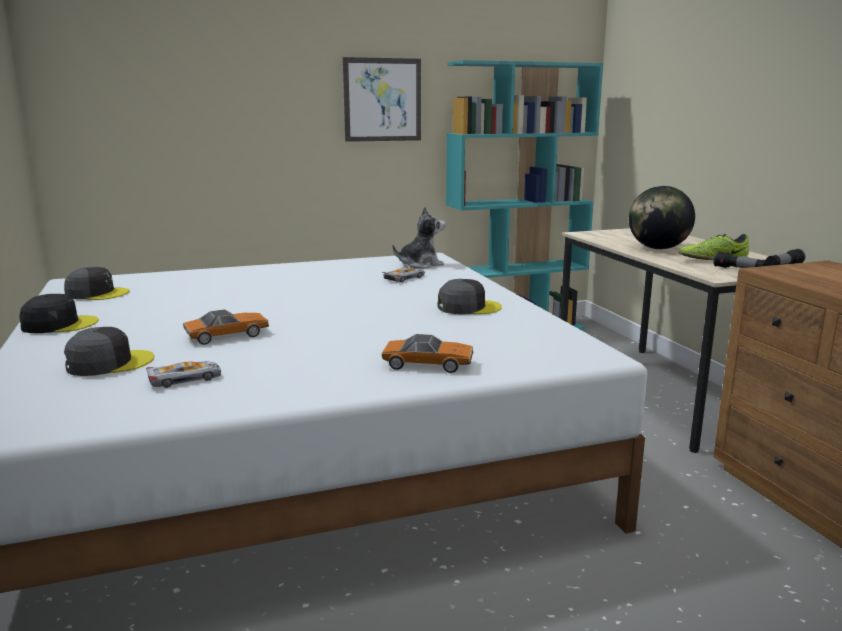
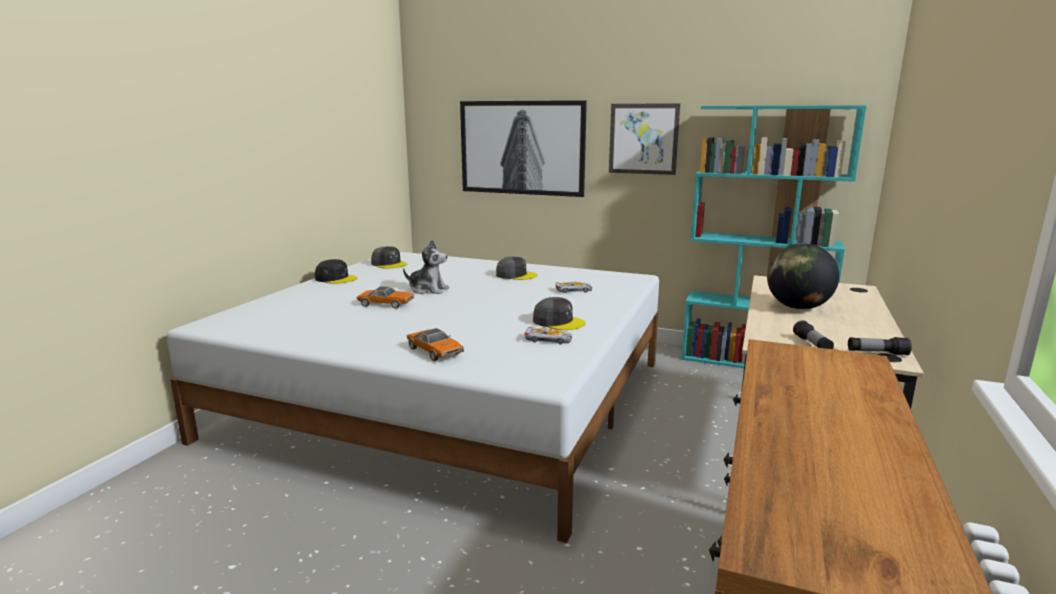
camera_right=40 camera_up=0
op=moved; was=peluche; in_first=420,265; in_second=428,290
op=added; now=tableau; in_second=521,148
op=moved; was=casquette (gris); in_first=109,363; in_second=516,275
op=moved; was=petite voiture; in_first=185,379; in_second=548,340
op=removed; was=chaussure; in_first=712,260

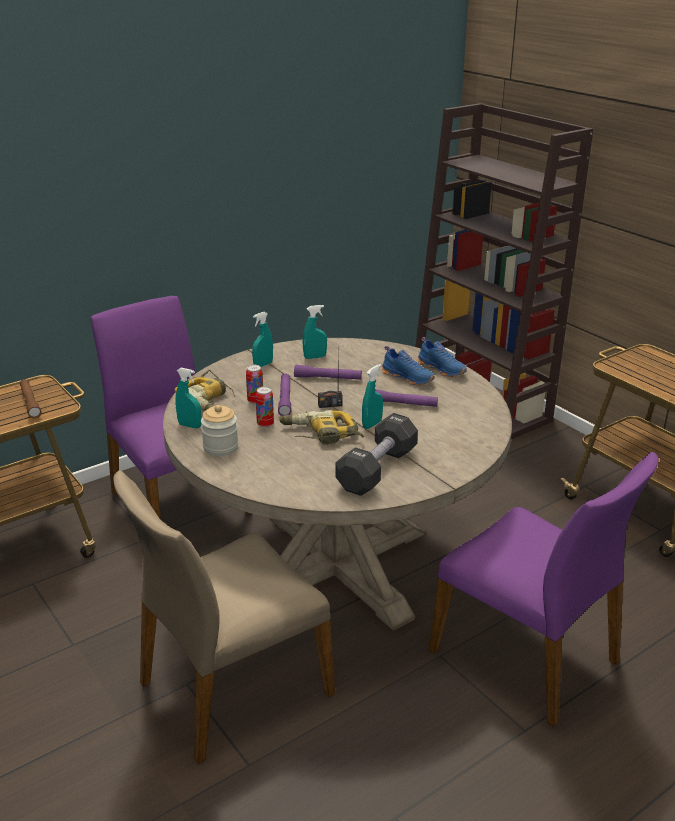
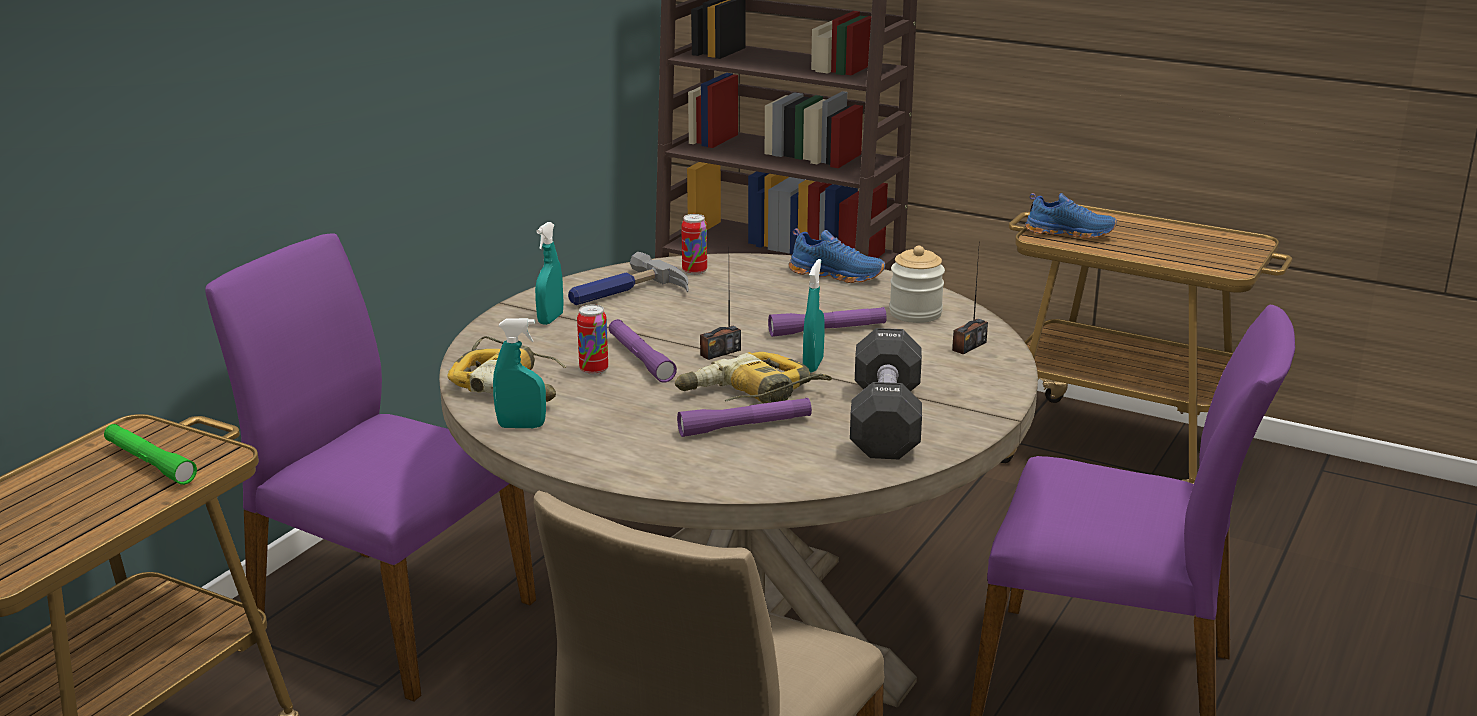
camera_right=-25 camera_up=-5
op=recoloured; was=lampe de poche (marron); now=lampe de poche (vert); in_first=30,403; in_second=150,463
op=replaced; was=vaporisateur (turquoise); now=marteau; in_first=315,357; in_second=624,294
op=moved; was=lampe de poche (violet); in_first=327,378; in_second=745,426
op=moved; was=boîte métallique; in_first=265,424; in_second=694,271
op=moved; was=bocal; in_first=220,447; in_second=915,313
op=added; now=radio; in_second=969,346
op=moved; was=chaussure (bleu); in_first=408,377; in_second=1069,232

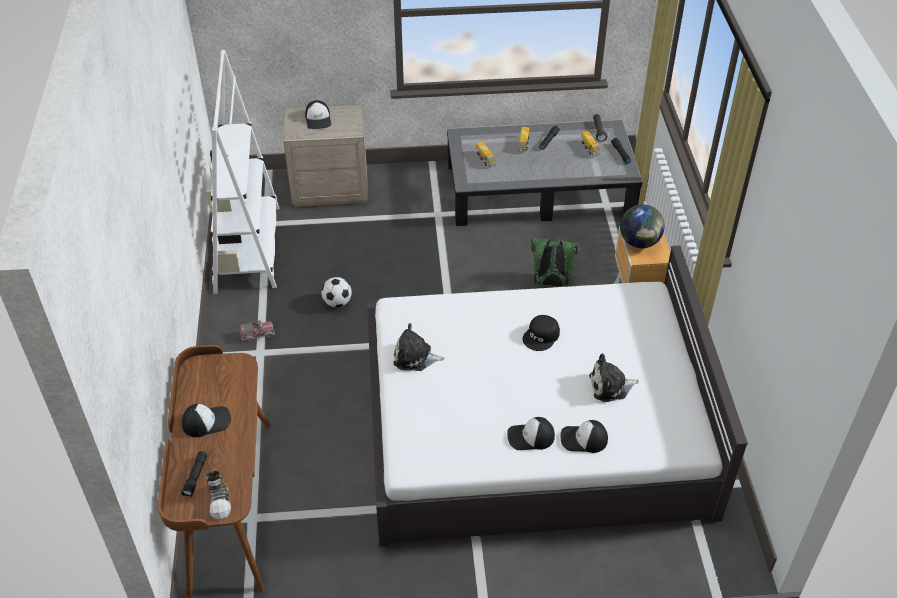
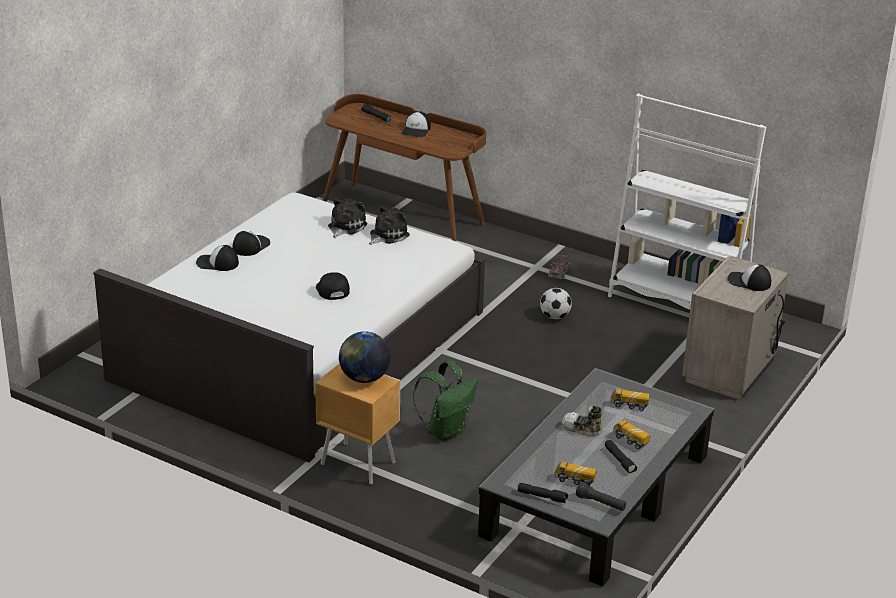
camera_right=125 camera_up=-15
op=turned; was=casquette; in_first=583,439; in_second=217,263; clockwise=-120
op=moved; was=peluche; in_first=610,386; in_second=345,226
op=moved; was=chaussure; in_first=220,502; in_second=581,429

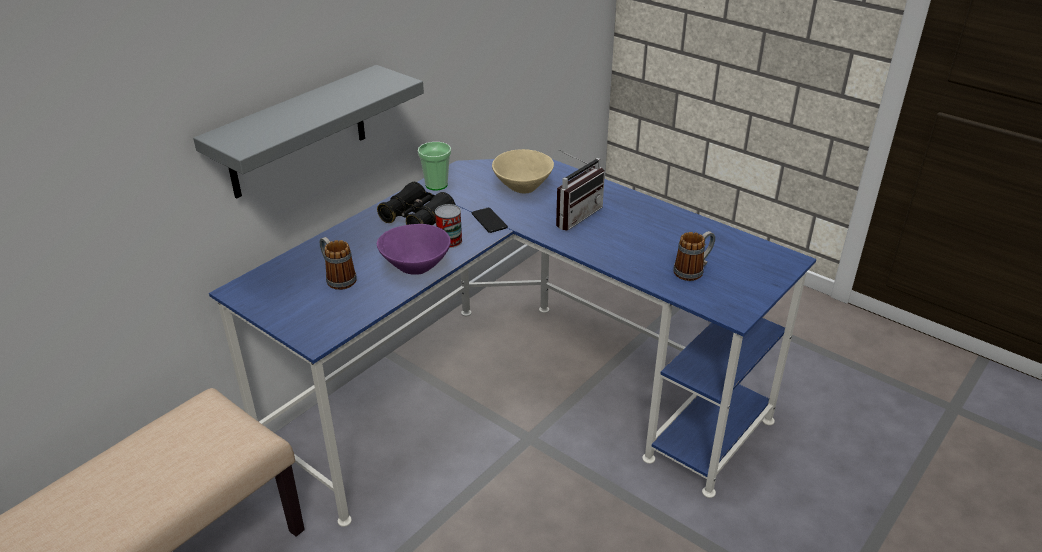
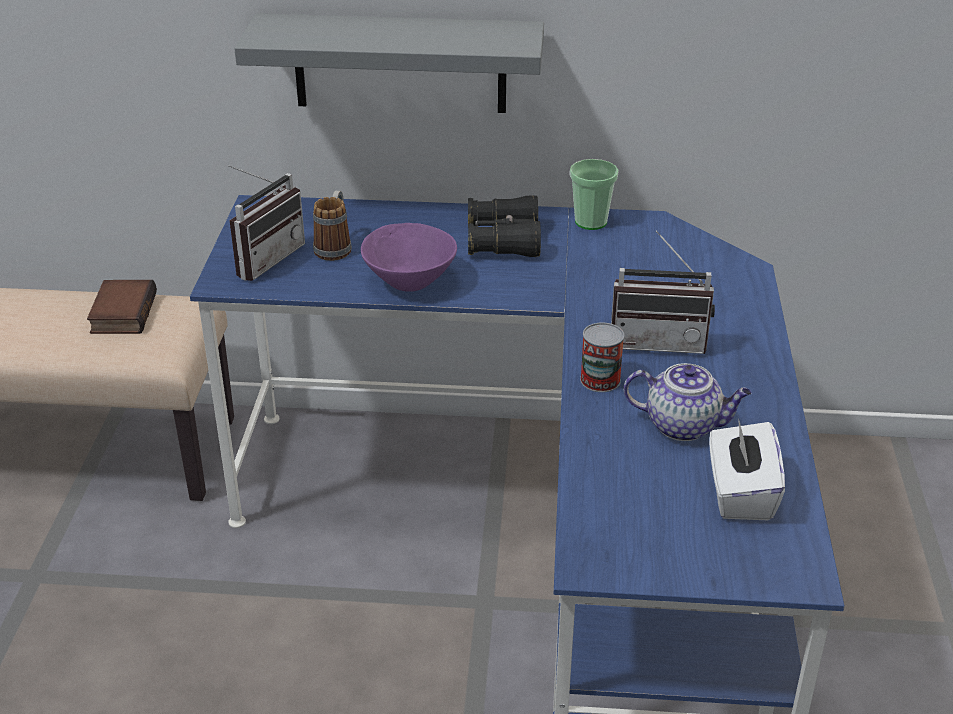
camera_right=55 camera_up=0
op=added; now=livre; in_second=121,313
op=added; now=radio; in_second=264,258
op=moved; was=boîte métallique; in_first=449,241; in_second=600,380
op=added; now=théière; in_second=684,425
op=added; now=boîte à mouchoirs (blanc); in_second=740,494
op=removed; was=téléphone; in_first=489,221
op=removed; was=bol (beige); in_first=522,187
op=removed; was=mug; in_first=693,271

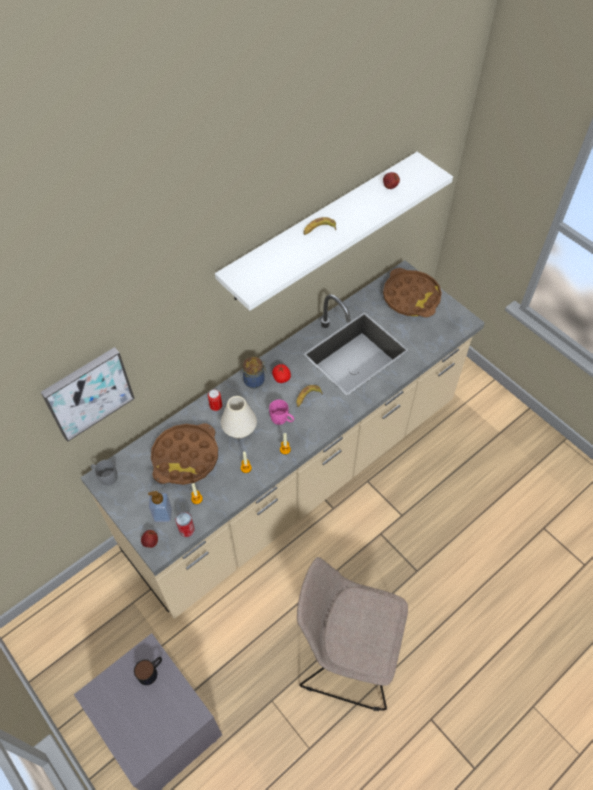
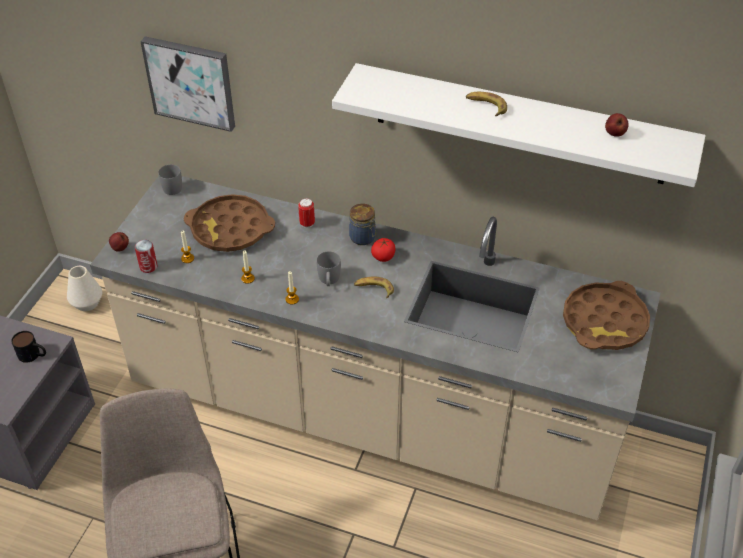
camera_right=60 camera_up=-10
op=moved; was=vase (blanc); in_first=239,428; in_second=87,303
op=recoloured; was=mug (rose); now=mug (gris); in_first=282,419; in_second=329,281
op=removed; was=distributeur de savon; in_first=163,514

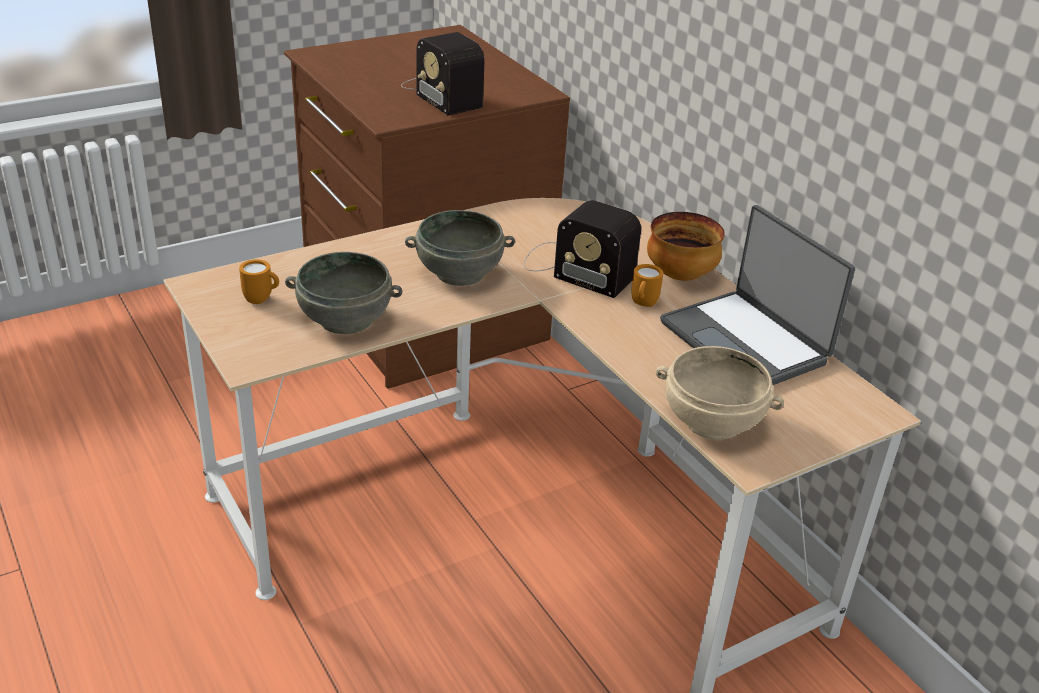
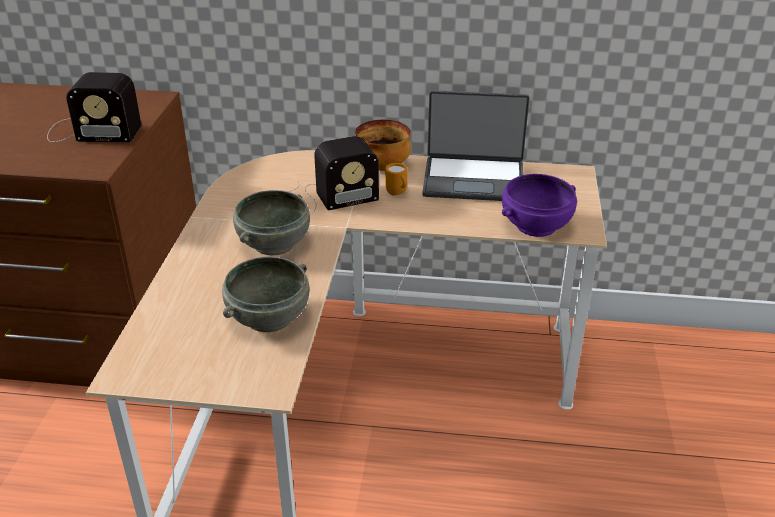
camera_right=-50 camera_up=0
op=recoloured; was=bol (beige); now=bol (violet); in_first=713,421; in_second=535,225
op=removed; was=mug (orange); in_first=262,300

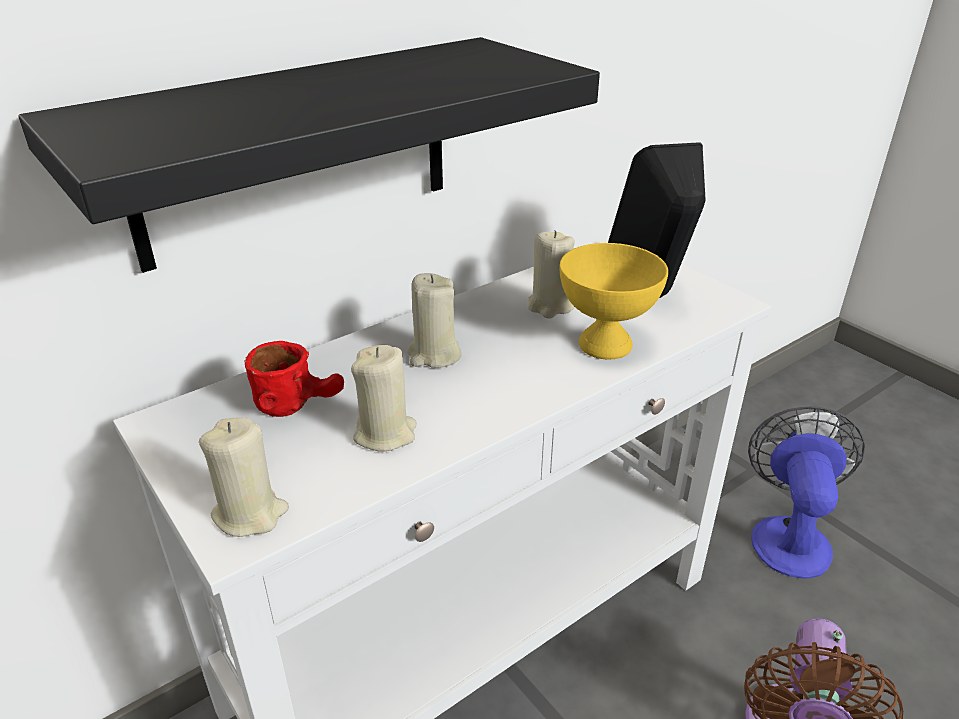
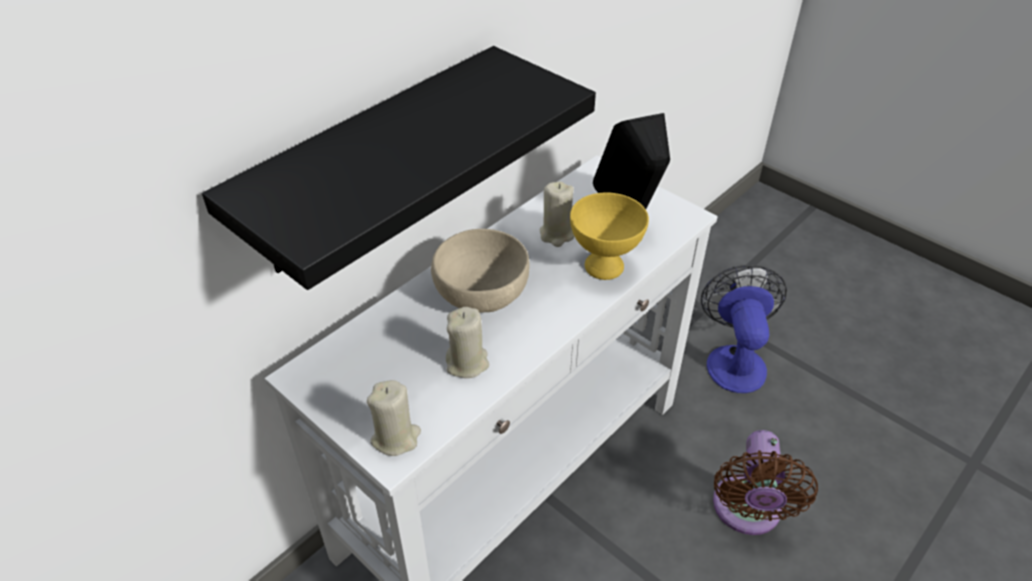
camera_right=-10 camera_up=10
op=replaced; was=bougie (beige); now=bol (beige); in_first=434,355; in_second=482,291
op=removed; was=mug (rouge); in_first=301,403

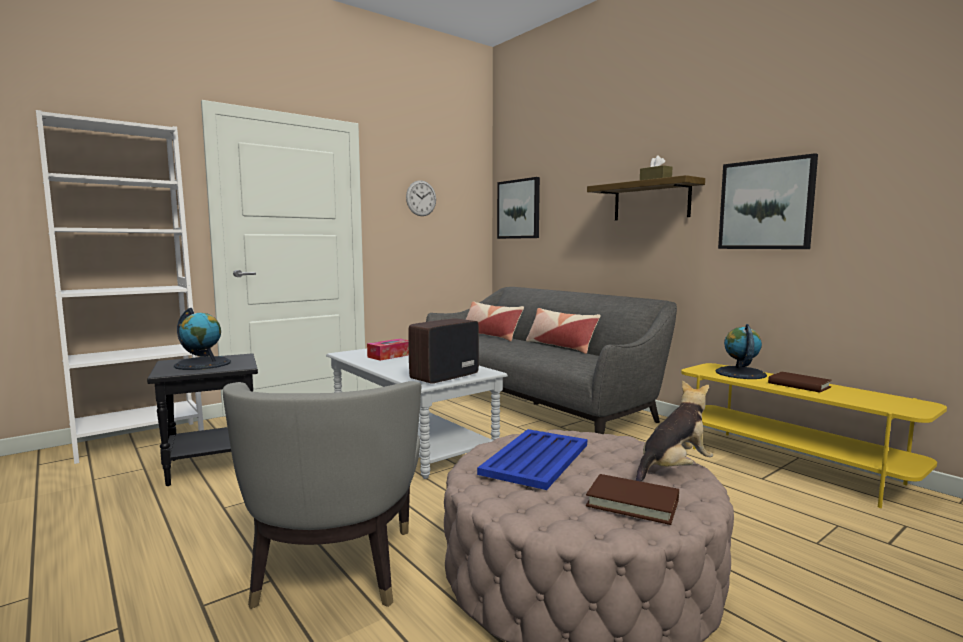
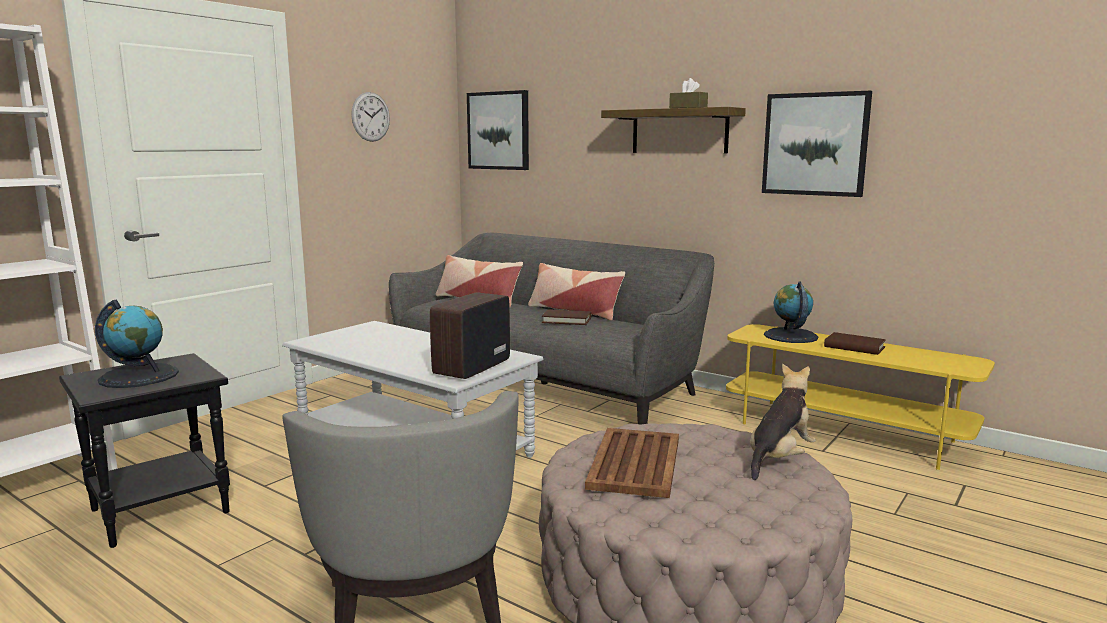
camera_right=-15 camera_up=5
op=moved; was=livre (marron); in_first=632,503; in_second=566,320
op=recoloured; was=plateau (bleu); now=plateau (marron); in_first=536,458; in_second=635,462
op=removed; was=boîte à mouchoirs; in_first=390,356

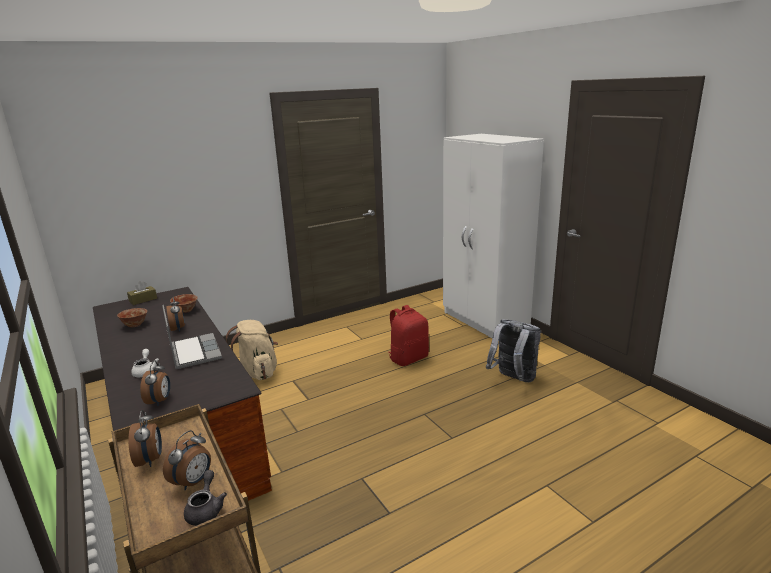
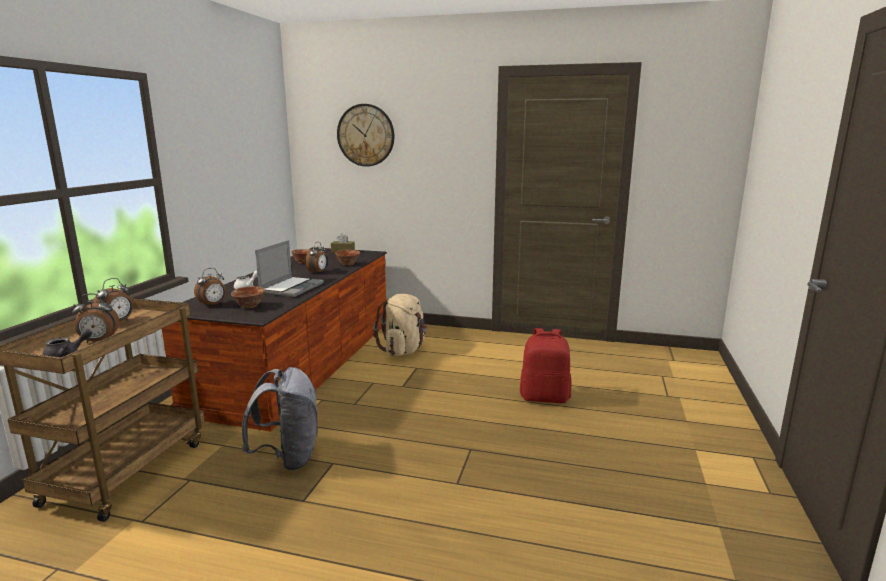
camera_right=45 camera_up=-5
op=added; now=bol; in_second=249,306
op=moved; was=sac à dos (gris); in_first=513,379; in_second=288,458
op=added; now=horloge murale; in_second=366,135
op=removed; was=armoire (blanc); in_first=485,321

